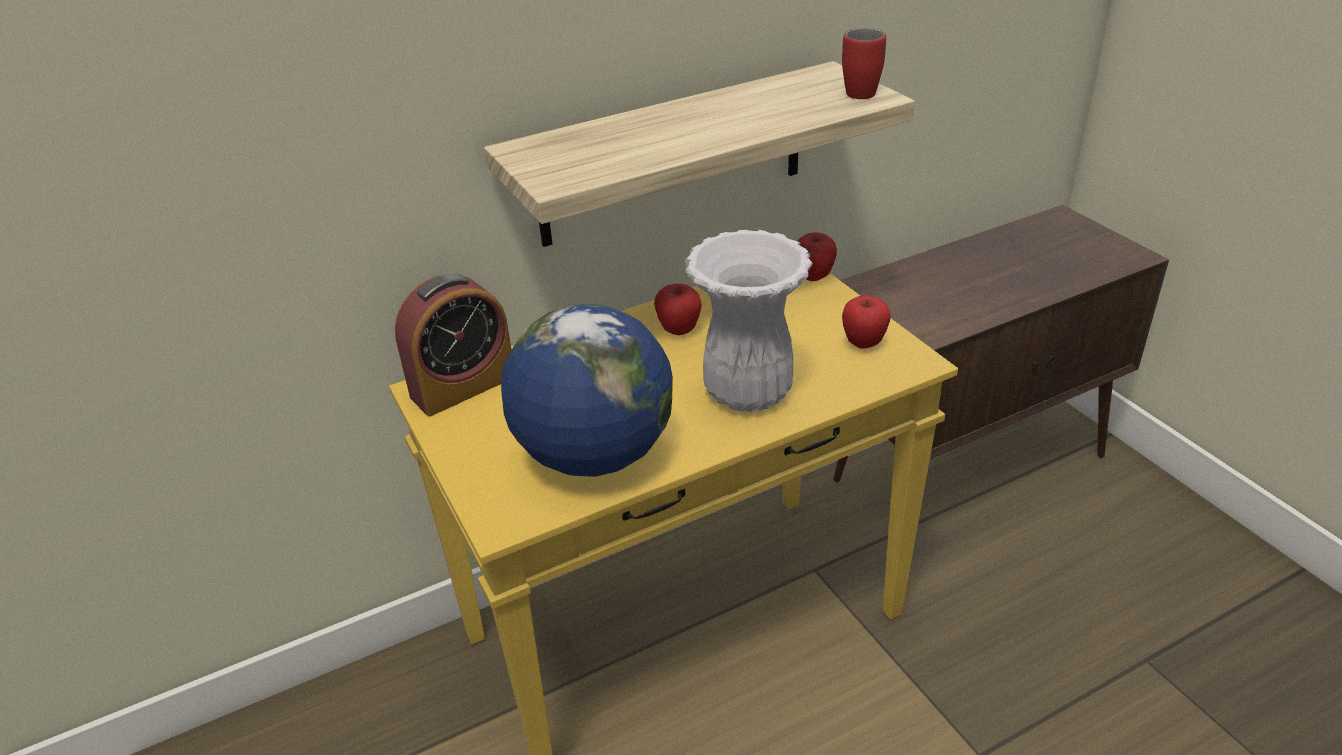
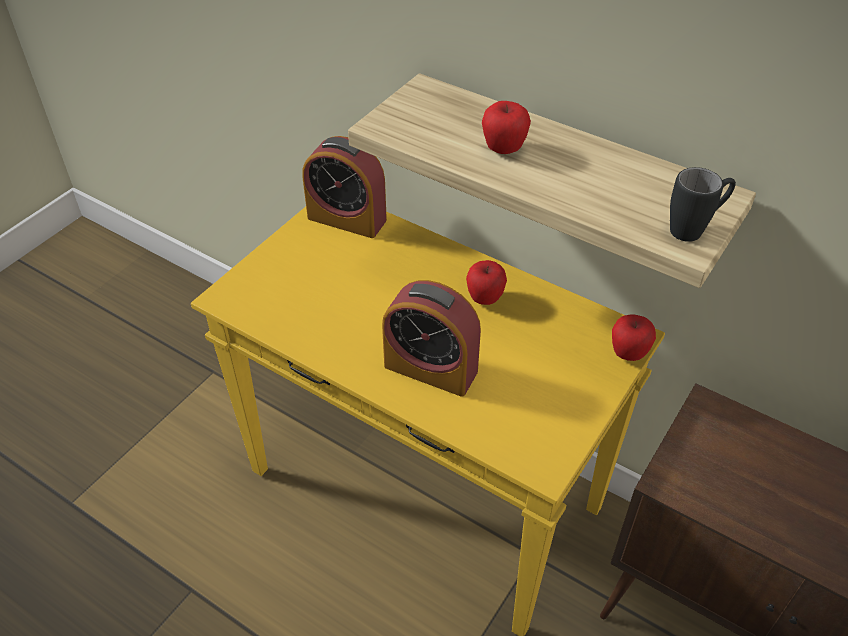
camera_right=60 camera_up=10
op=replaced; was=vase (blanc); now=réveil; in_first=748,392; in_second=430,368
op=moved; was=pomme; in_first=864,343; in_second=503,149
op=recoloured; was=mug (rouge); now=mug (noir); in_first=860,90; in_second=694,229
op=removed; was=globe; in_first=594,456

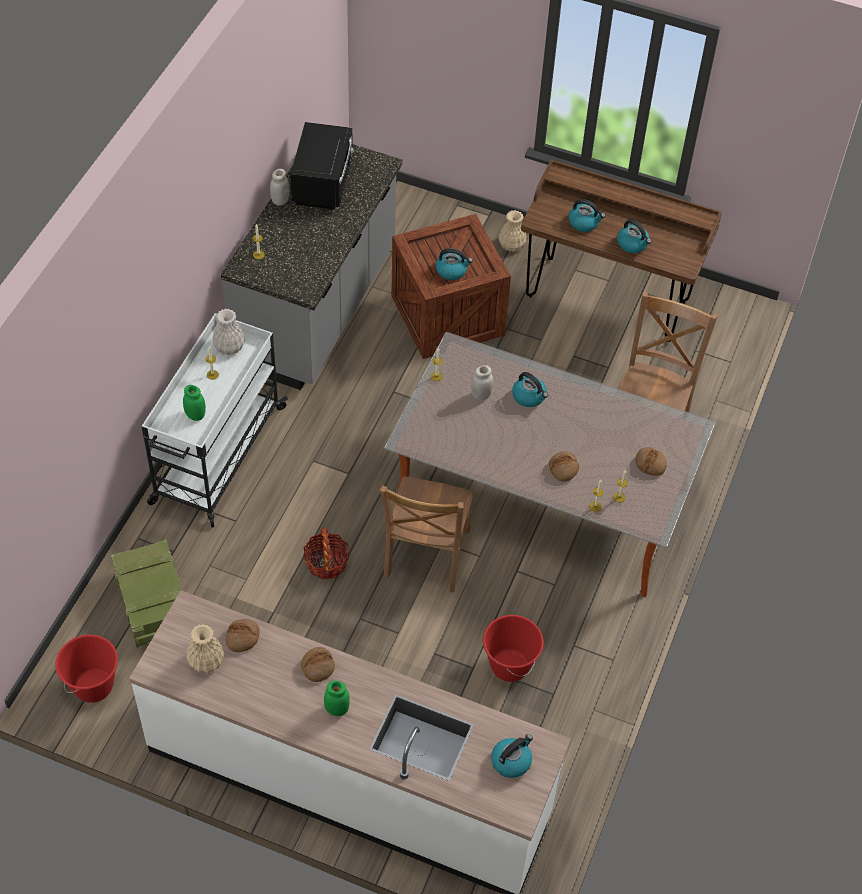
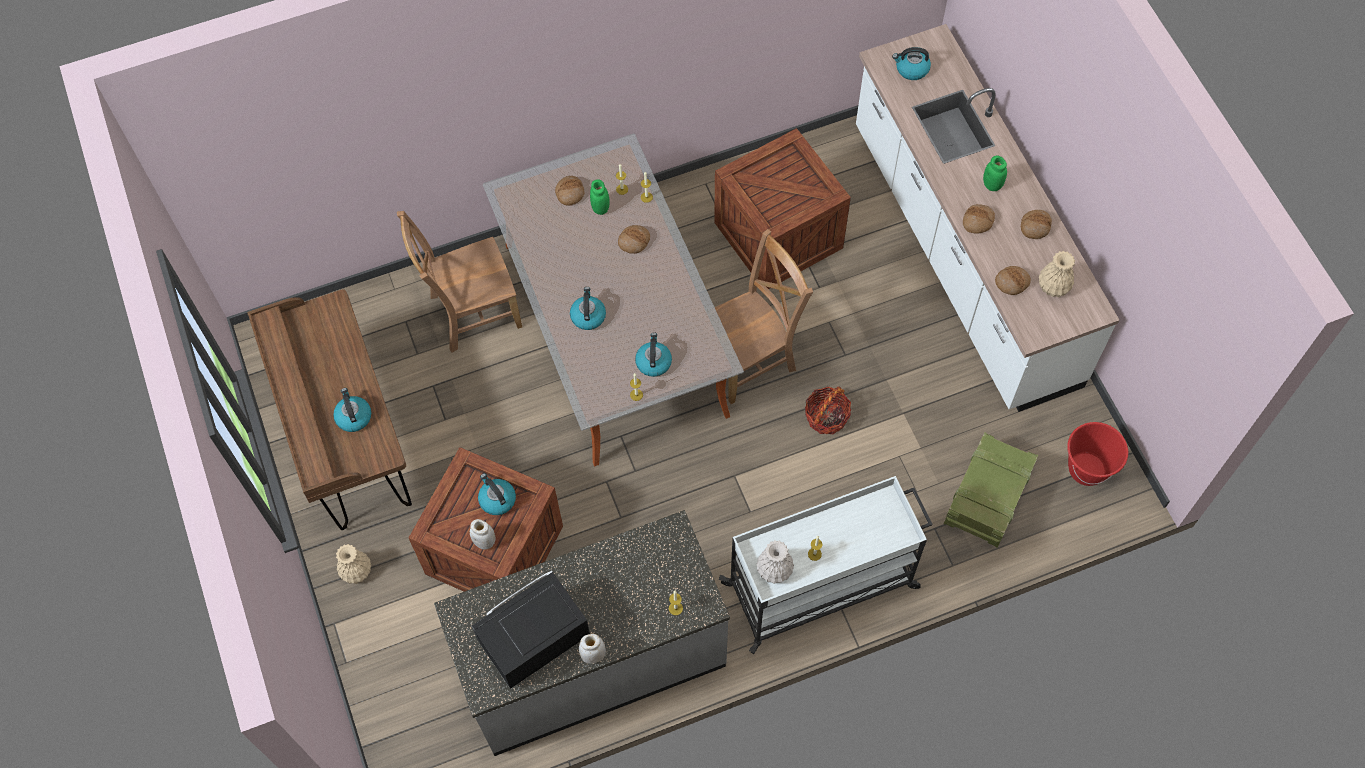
camera_right=-130 camera_up=10
op=moved; was=bocal (blanc); in_first=481,395; in_second=485,541
op=moved; was=bocal (vert); in_first=195,415; in_second=600,208
op=moved; was=bouilloire; in_first=633,244; in_second=653,362
op=replaced; was=seau (rouge); now=caisse; in_first=509,665; in_second=778,237
op=added; now=pain; in_second=1035,226

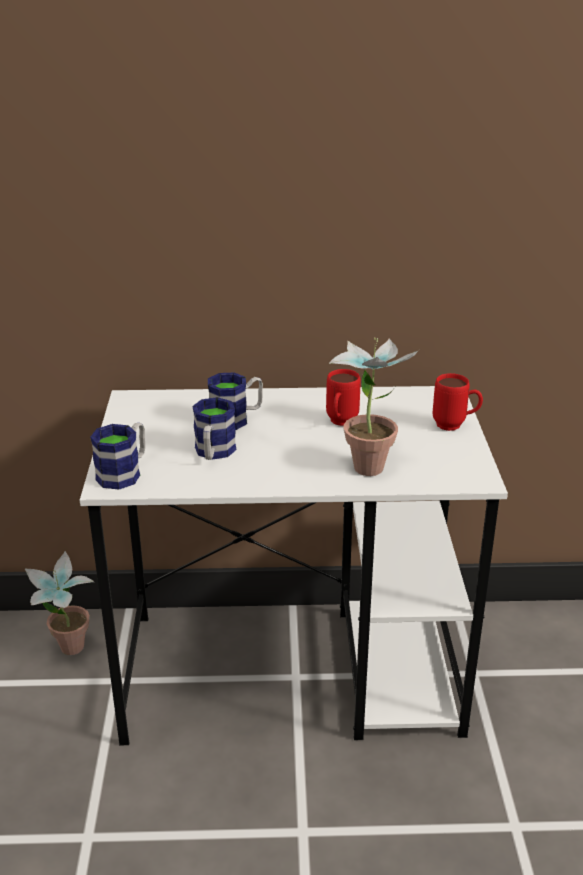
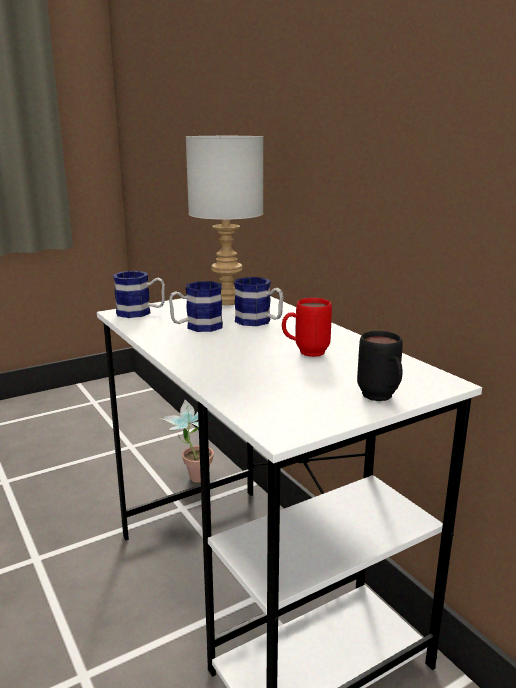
camera_right=60 camera_up=-10
op=added; now=lampe de table (gris); in_second=229,300
op=recoloured; was=mug (rouge); now=mug (noir); in_first=455,426; in_second=381,399
op=removed; was=plante en pot; in_first=369,462

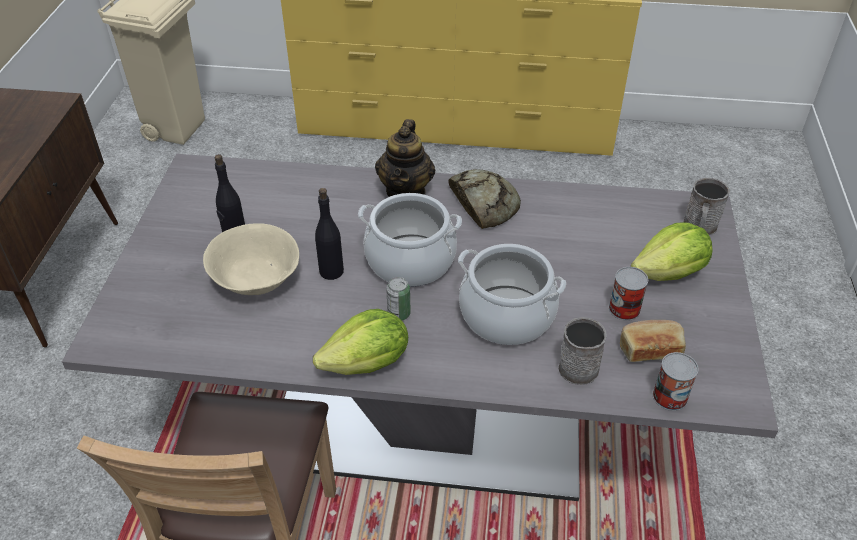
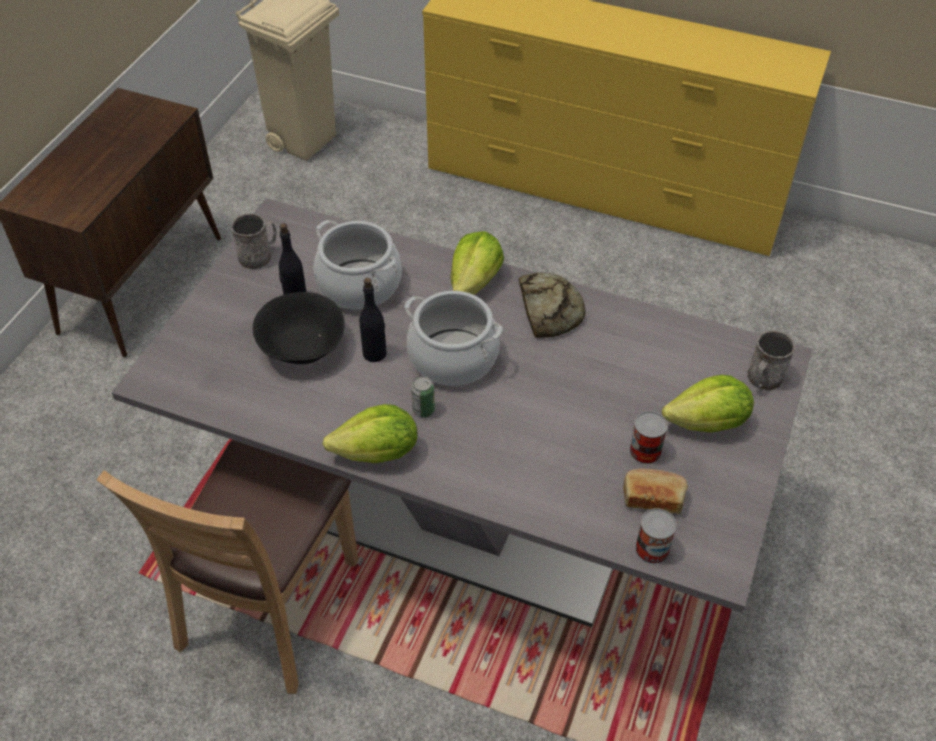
camera_right=15 camera_up=5
op=moved; was=mug (gris); in_first=581,364; in_second=259,255
op=recoloured; was=bol (beige); now=bol (noir); in_first=254,279; in_second=301,347
op=moved; was=marmite; in_first=507,316; in_second=359,285
op=replaced; was=théière; now=laitue; in_first=406,192; in_second=475,282

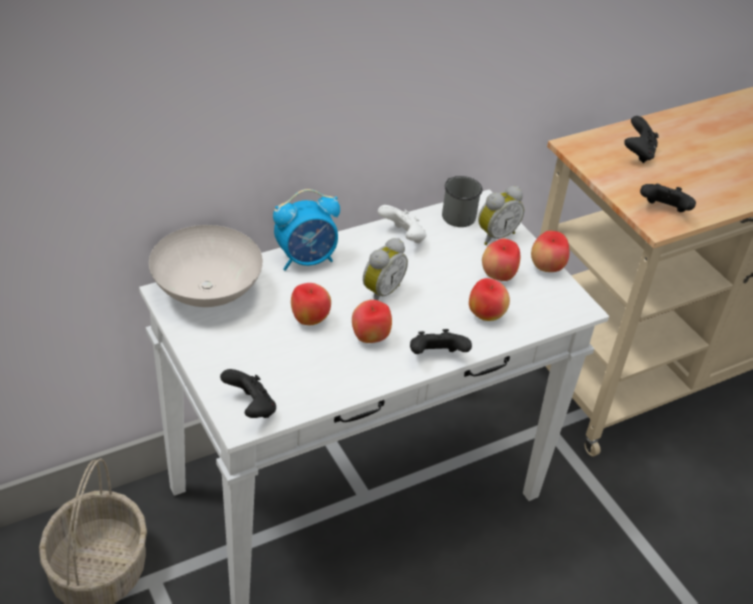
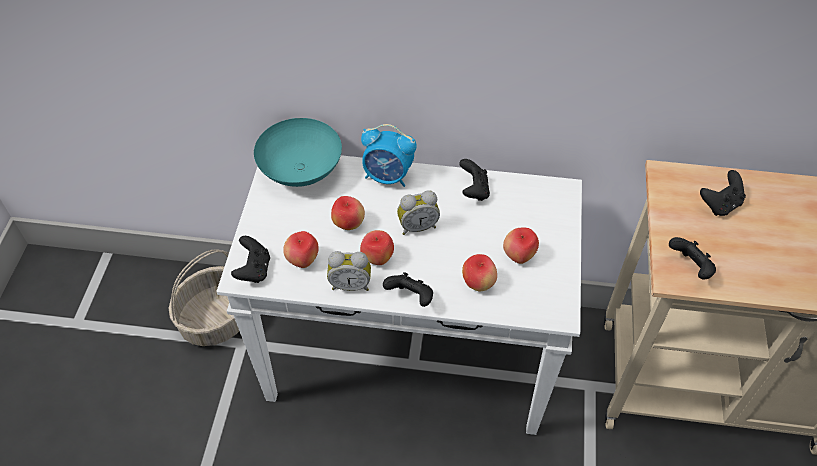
camera_right=40 camera_up=10
op=recoloured; was=bol (blanc); now=bol (turquoise); in_first=205,292; in_second=299,170
op=moved; was=pomme; in_first=546,268; in_second=303,260
op=moved; was=réveil; in_first=495,235; in_second=350,284
op=recoloured; was=manette (blanc); now=manette (noir); in_first=403,237; in_second=474,190
op=removed; was=mug (gris); in_first=456,213

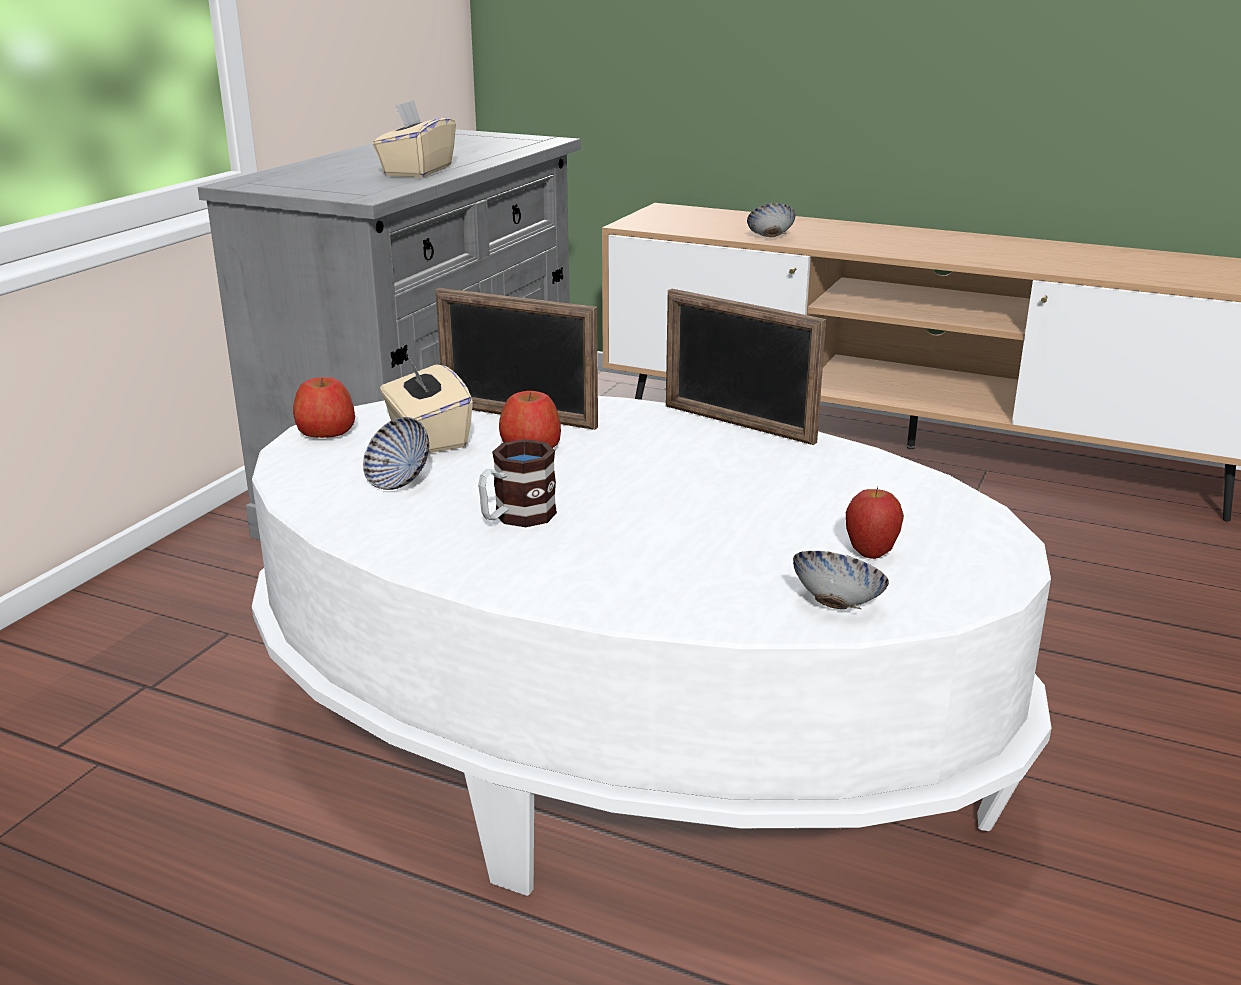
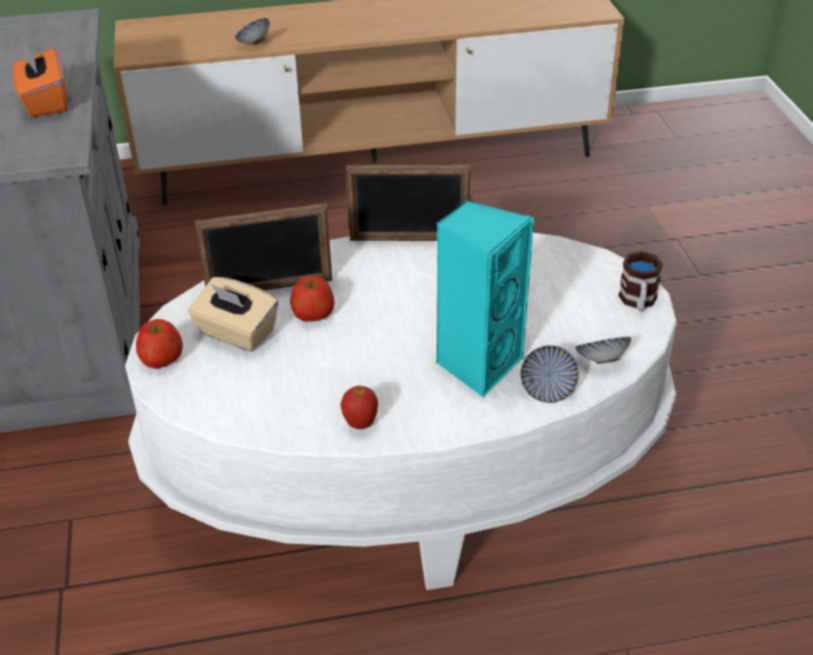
camera_right=-35 camera_up=15
op=recoloured; was=boîte à mouchoirs (beige); now=boîte à mouchoirs (orange); in_first=417,171; in_second=45,102
op=moved; was=pomme; in_first=870,553; in_second=360,424
op=added; now=enceinte (turquoise); in_second=477,364
op=moved; was=bol; in_first=398,481; in_second=547,390
op=moved; was=mug; in_first=516,518; in_second=638,302

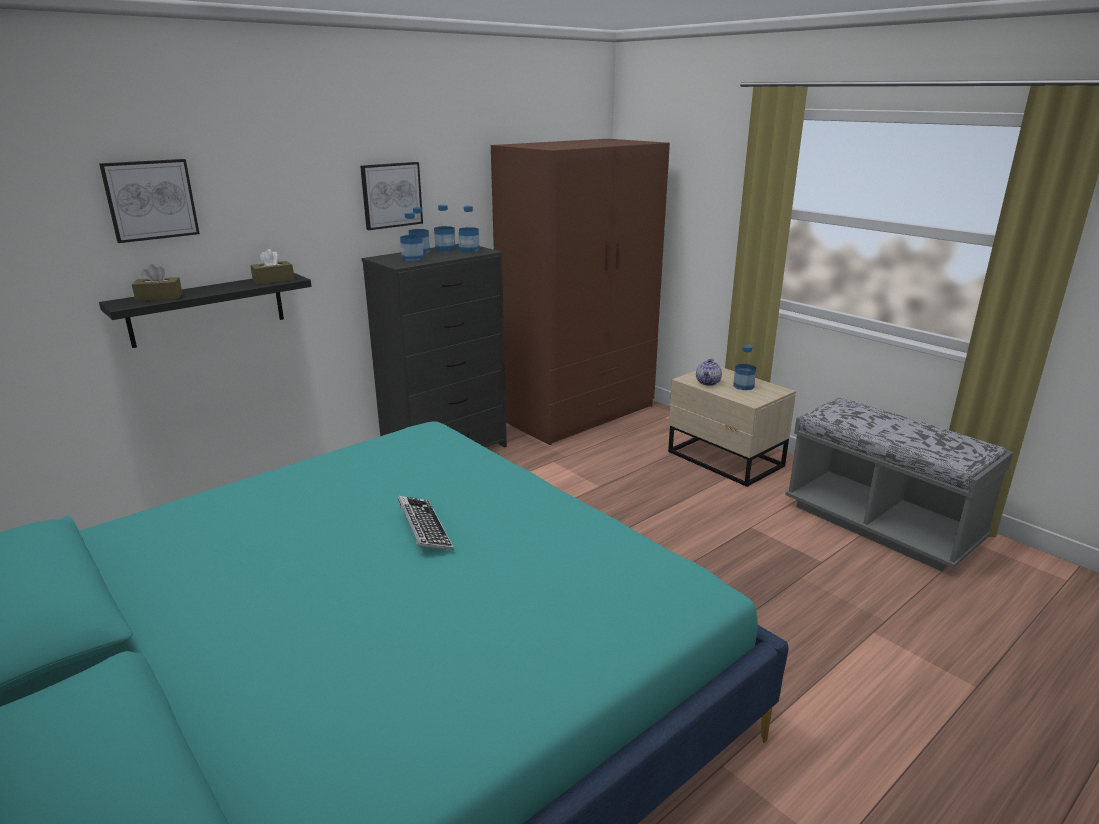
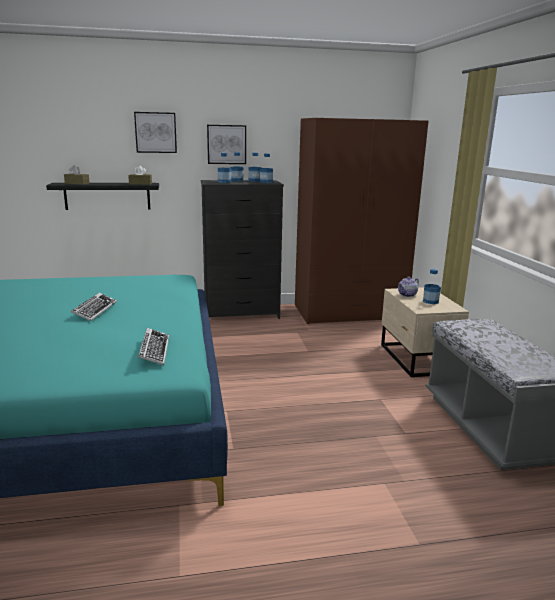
camera_right=30 camera_up=-5
op=moved; was=tableau; in_first=150,200; in_second=156,132
op=added; now=clavier; in_second=154,350

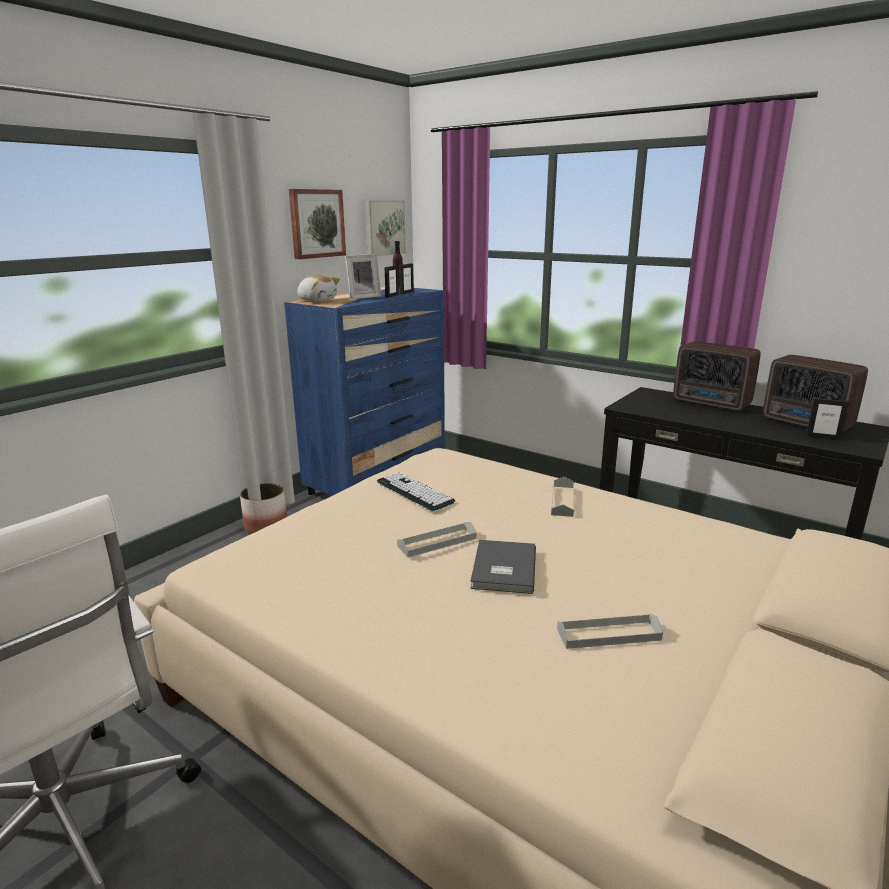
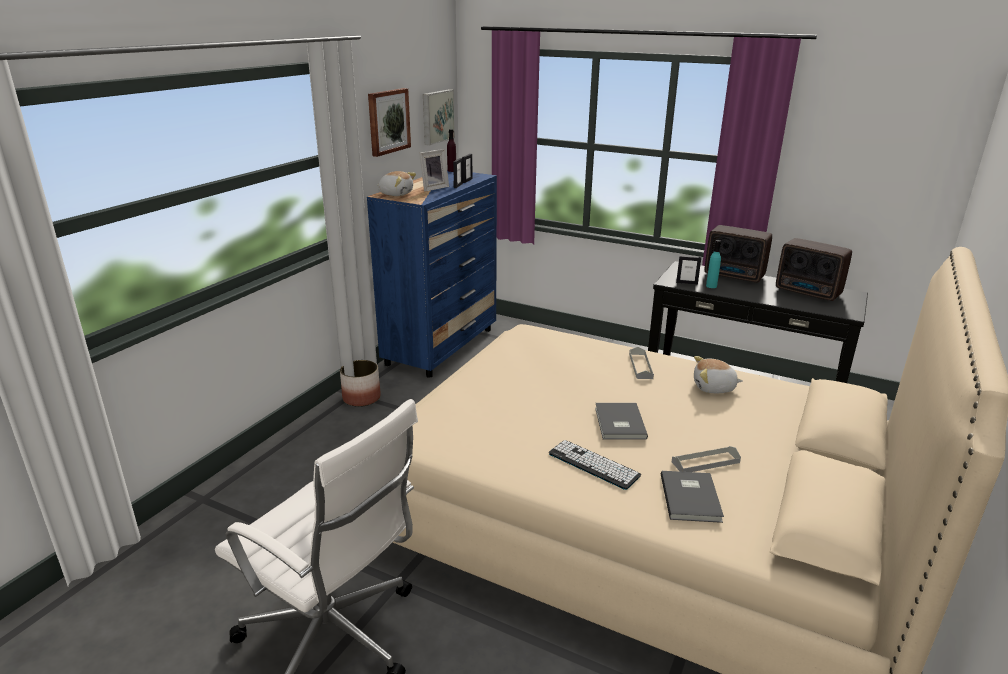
camera_right=-10 camera_up=5
op=moved; was=clavier; in_first=414,492; in_second=593,465
op=added; now=livre (gris); in_second=692,497
op=moved; was=cadre photo; in_first=823,437; in_second=686,283
op=added; now=peluche; in_second=714,388
op=added; now=bouteille (turquoise); in_second=711,286
op=removed; was=plateau (gris); in_first=437,542

